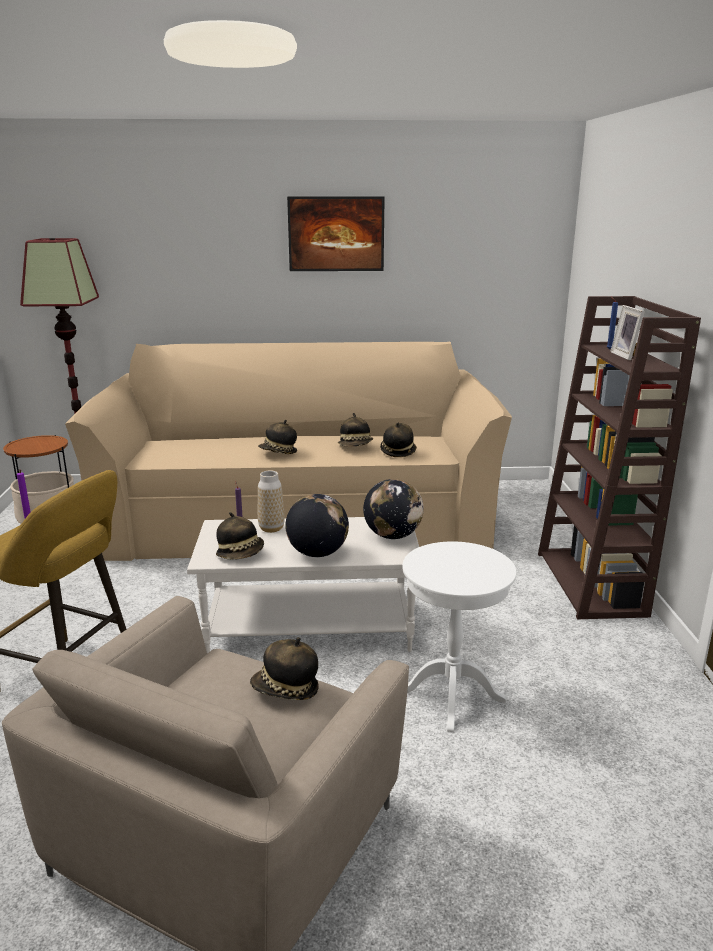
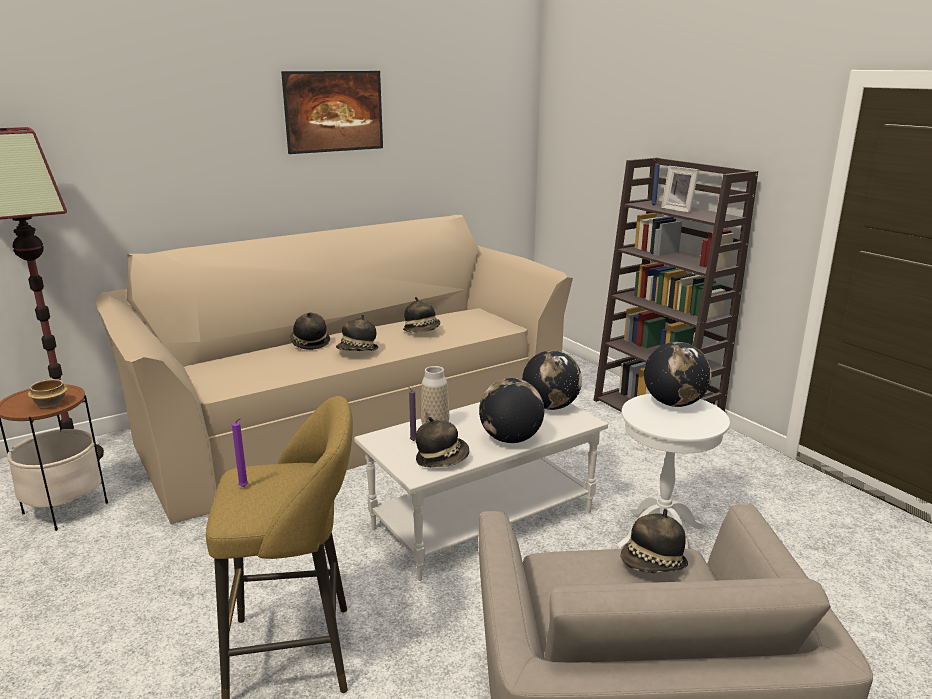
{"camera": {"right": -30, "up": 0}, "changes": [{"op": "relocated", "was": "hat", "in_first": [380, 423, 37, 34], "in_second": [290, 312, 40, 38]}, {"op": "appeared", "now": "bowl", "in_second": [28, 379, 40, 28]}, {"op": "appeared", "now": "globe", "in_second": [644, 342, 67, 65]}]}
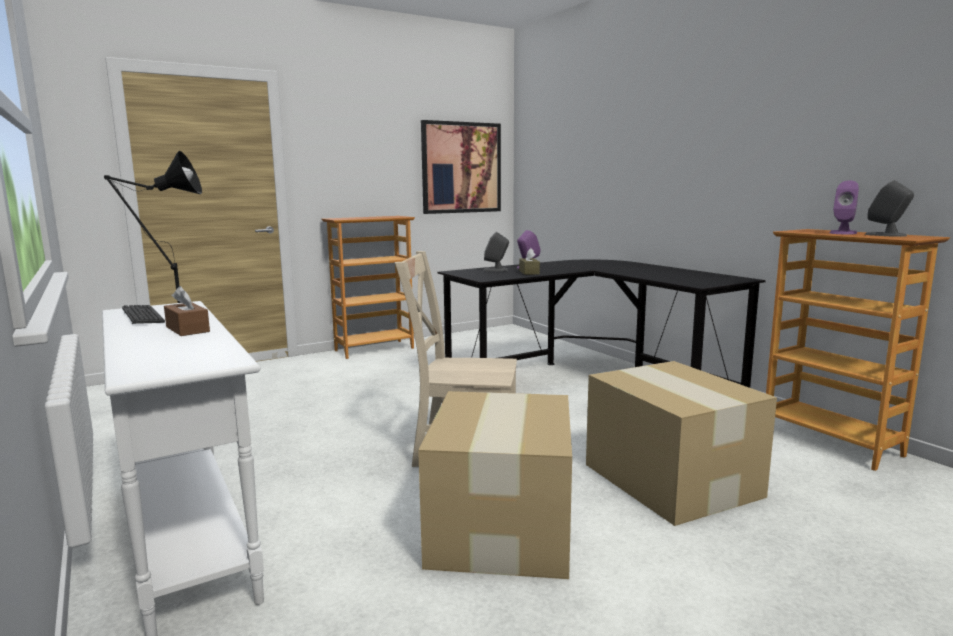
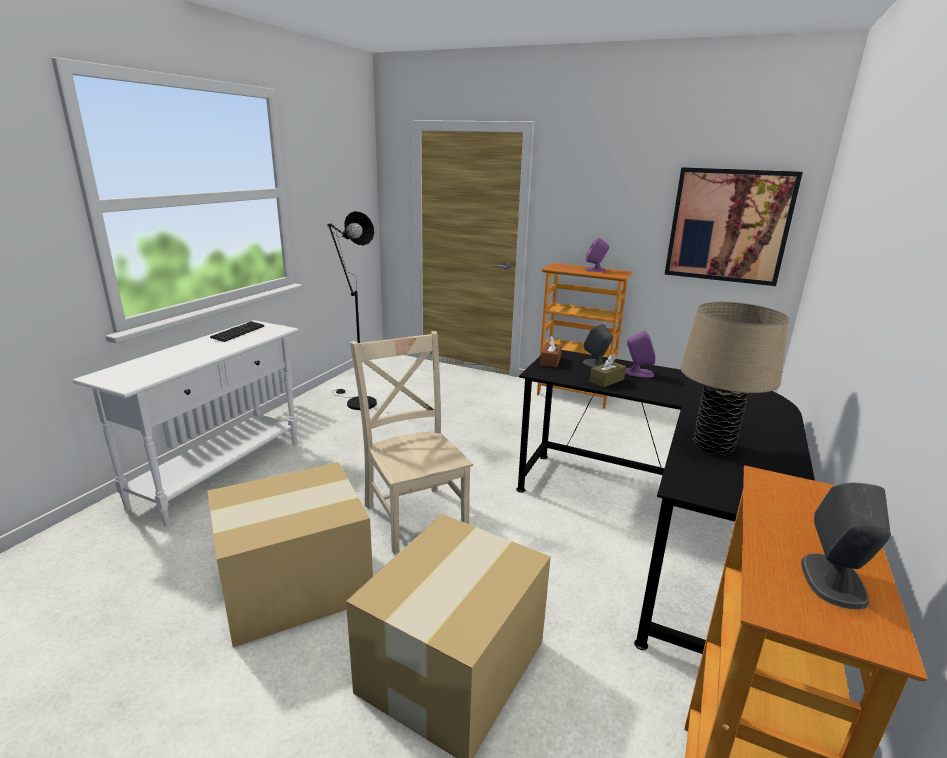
{"camera": {"right": 55, "up": 10}, "changes": [{"op": "relocated", "was": "tissue box (brown)", "in_first": [164, 286, 46, 50], "in_second": [540, 336, 22, 31]}, {"op": "relocated", "was": "speaker (purple)", "in_first": [830, 181, 29, 54], "in_second": [584, 238, 25, 34]}, {"op": "appeared", "now": "table lamp (beige)", "in_second": [680, 302, 109, 153]}]}
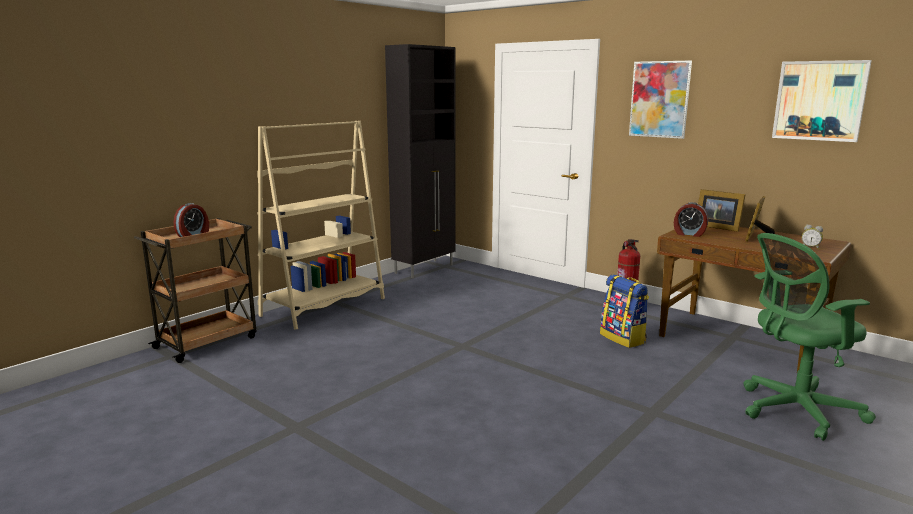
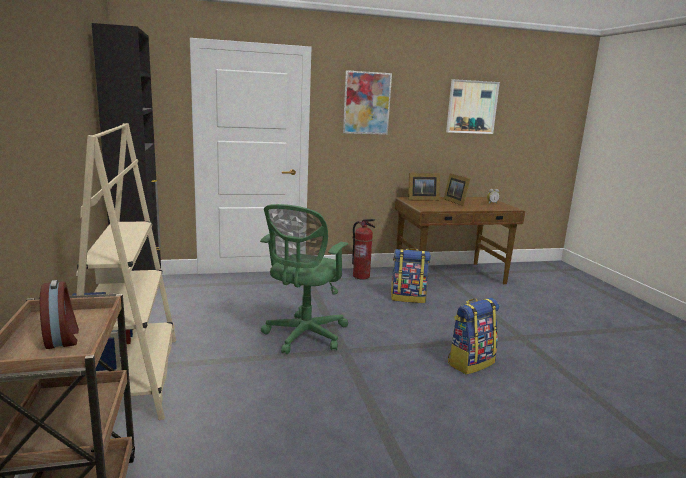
{"camera": {"right": -55, "up": 0}, "changes": [{"op": "missing", "was": "alarm clock", "in_first": [674, 202, 34, 35]}, {"op": "relocated", "was": "office chair (green)", "in_first": [743, 233, 133, 208], "in_second": [260, 204, 88, 150]}, {"op": "appeared", "now": "backpack", "in_second": [448, 298, 51, 77]}]}
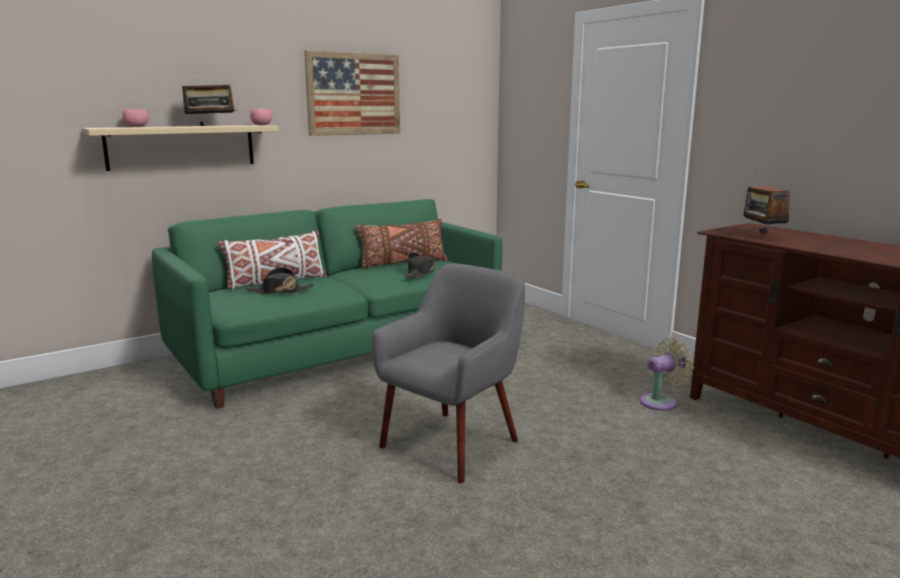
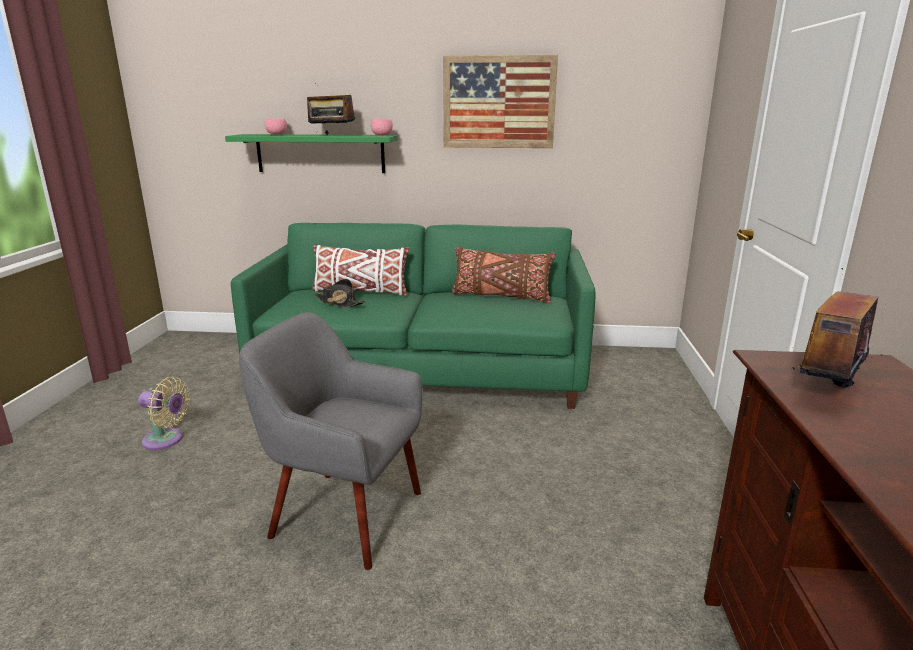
{"camera": {"right": 40, "up": 5}, "changes": [{"op": "colour", "was": "shelf (beige)", "now": "shelf (green)", "in_first": [82, 125, 197, 46], "in_second": [225, 134, 173, 39]}, {"op": "spun", "was": "armchair (grey)", "in_first": [372, 263, 153, 220], "in_second": [239, 312, 184, 258], "clockwise": -150}, {"op": "missing", "was": "hat (black)", "in_first": [405, 252, 31, 26]}, {"op": "relocated", "was": "fan (beige)", "in_first": [640, 338, 54, 73], "in_second": [138, 377, 52, 73]}]}
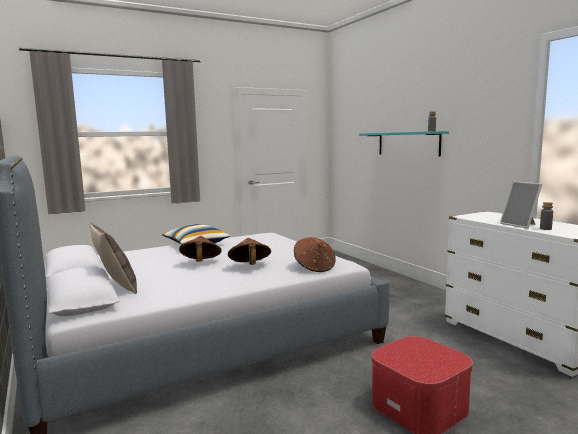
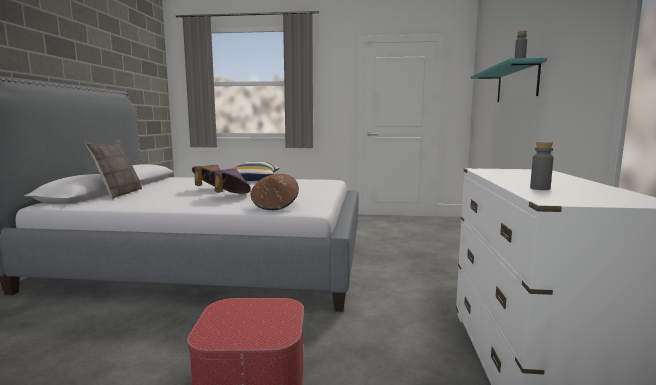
{"camera": {"right": 35, "up": 0}, "changes": [{"op": "colour", "was": "hat (brown)", "now": "hat (purple)", "in_first": [228, 238, 43, 27], "in_second": [208, 168, 43, 26]}, {"op": "missing", "was": "picture frame", "in_first": [500, 181, 43, 48]}]}
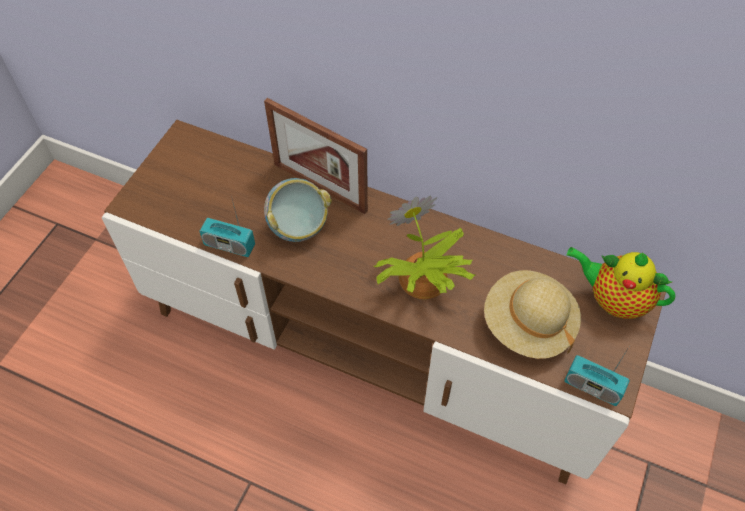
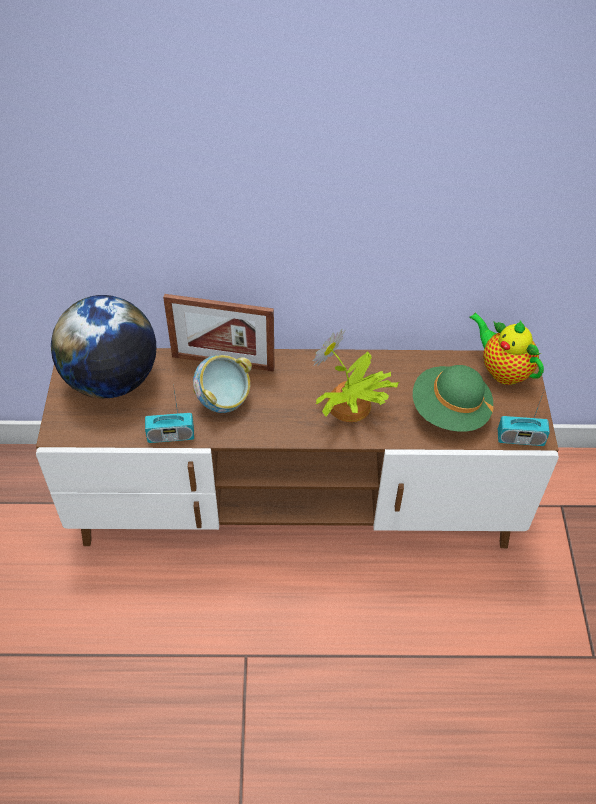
{"camera": {"right": -25, "up": -5}, "changes": [{"op": "colour", "was": "hat (beige)", "now": "hat (green)", "in_first": [484, 270, 97, 89], "in_second": [413, 365, 81, 67]}, {"op": "spun", "was": "teapot", "in_first": [566, 247, 109, 72], "in_second": [469, 312, 75, 73], "clockwise": 45}, {"op": "appeared", "now": "globe", "in_second": [51, 295, 105, 103]}]}
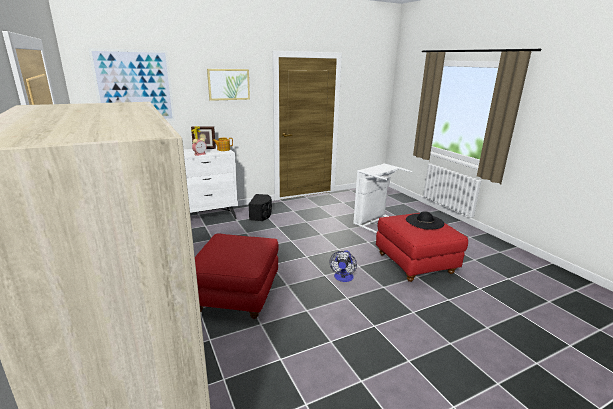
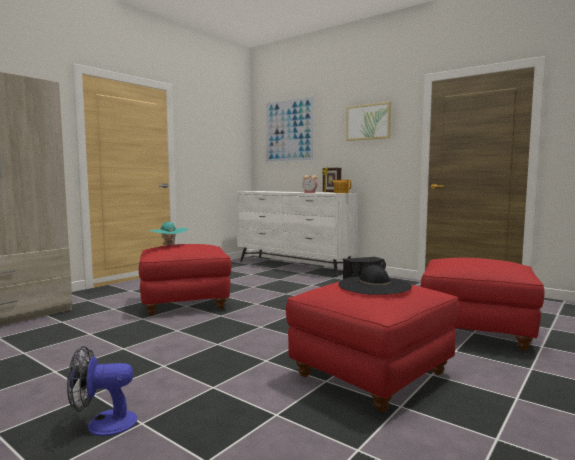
{"camera": {"right": 65, "up": -15}, "changes": [{"op": "relocated", "was": "fan", "in_first": [329, 250, 28, 32], "in_second": [67, 346, 70, 90]}, {"op": "exchanged", "was": "laundry basket (white)", "now": "ottoman (red)", "in_first": [353, 163, 59, 70], "in_second": [421, 258, 124, 93]}, {"op": "appeared", "now": "hat (turquoise)", "in_second": [148, 222, 40, 23]}]}
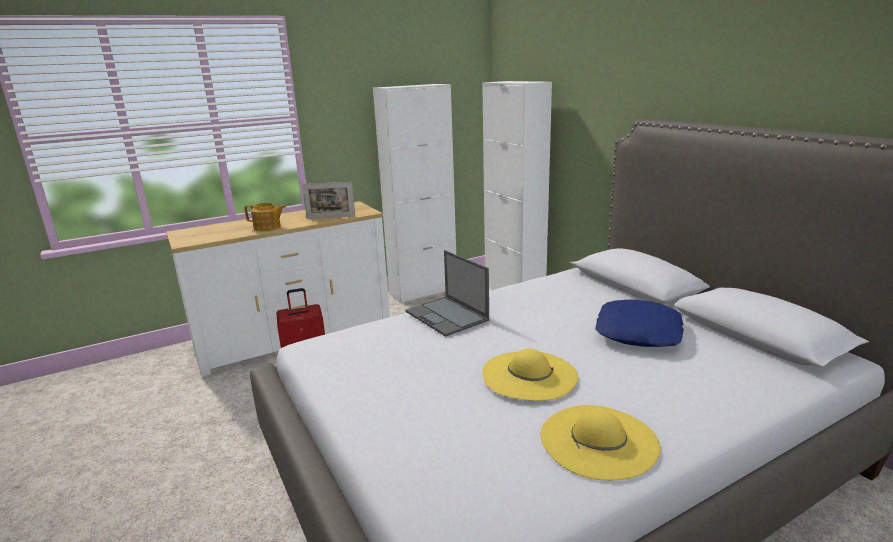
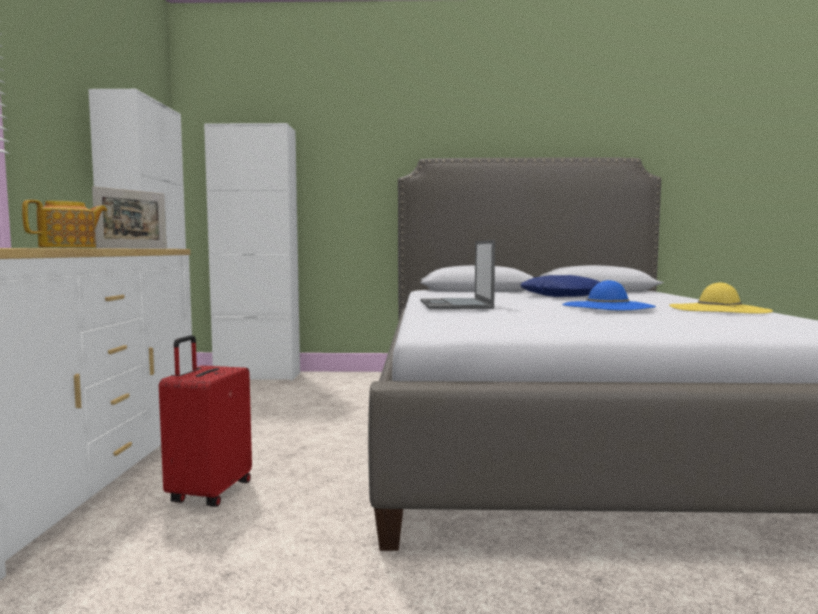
{"camera": {"right": -60, "up": -15}, "changes": [{"op": "spun", "was": "laptop", "in_first": [406, 250, 83, 87], "in_second": [420, 240, 75, 69], "clockwise": 90}, {"op": "colour", "was": "hat (yellow)", "now": "hat (blue)", "in_first": [482, 349, 96, 52], "in_second": [562, 280, 94, 30]}]}
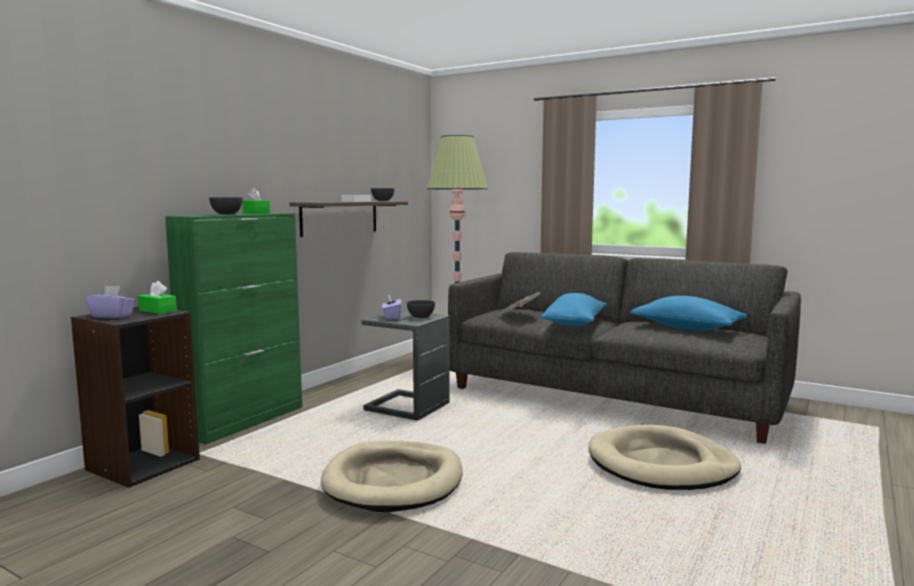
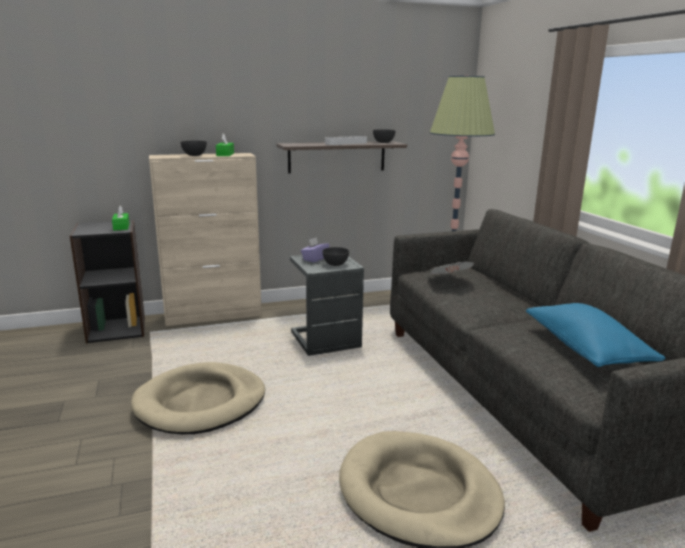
{"camera": {"right": 40, "up": 10}, "changes": [{"op": "missing", "was": "tissue box (purple)", "in_first": [85, 286, 50, 32]}, {"op": "colour", "was": "cabinet (green)", "now": "cabinet (beige)", "in_first": [165, 213, 137, 231], "in_second": [149, 153, 113, 173]}, {"op": "missing", "was": "pillow (blue)", "in_first": [541, 293, 66, 33]}]}
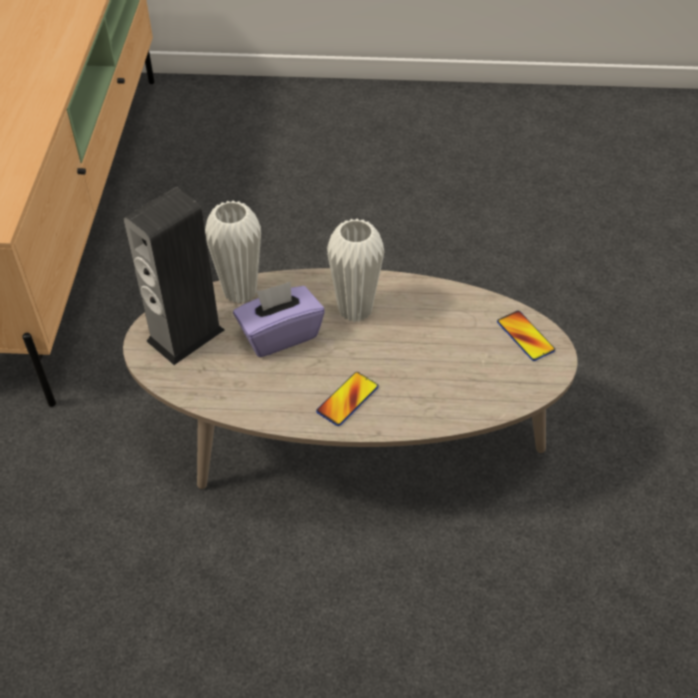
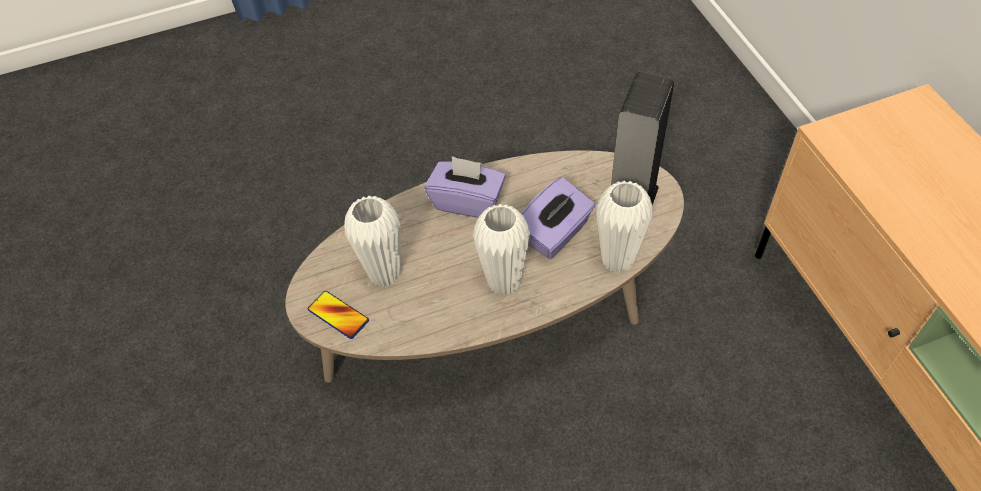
{"camera": {"right": 160, "up": 5}, "changes": [{"op": "exchanged", "was": "phone", "now": "tissue box (purple)", "in_first": [316, 372, 63, 54], "in_second": [425, 156, 81, 62]}, {"op": "appeared", "now": "vase (white)", "in_second": [344, 196, 57, 91]}]}
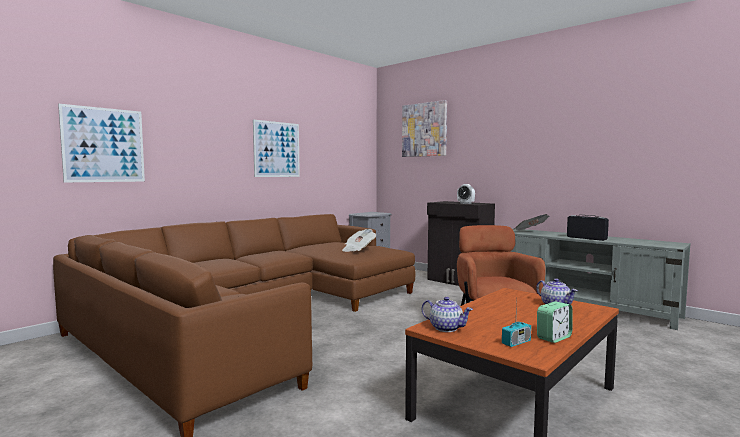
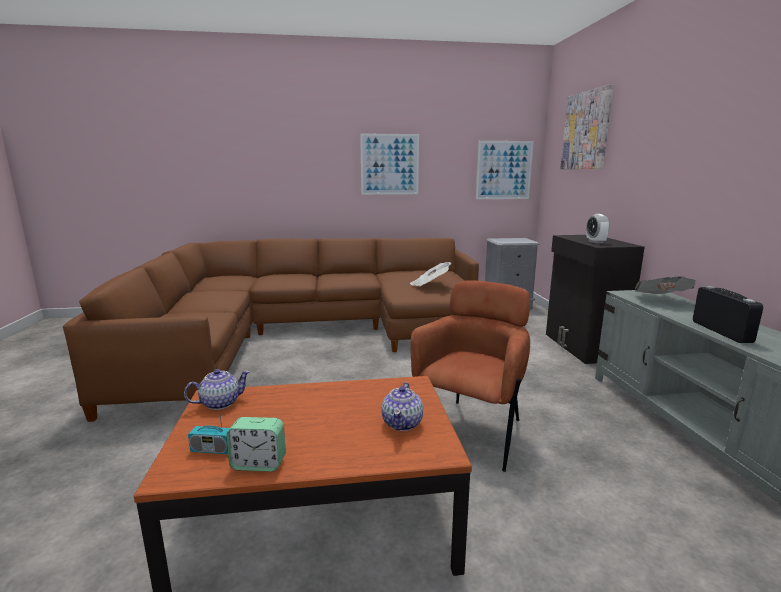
{"camera": {"right": 40, "up": 10}, "changes": [{"op": "relocated", "was": "picture", "in_first": [58, 104, 87, 78], "in_second": [476, 141, 58, 58]}, {"op": "spun", "was": "teapot", "in_first": [422, 297, 51, 35], "in_second": [184, 369, 67, 41], "clockwise": -105}]}
